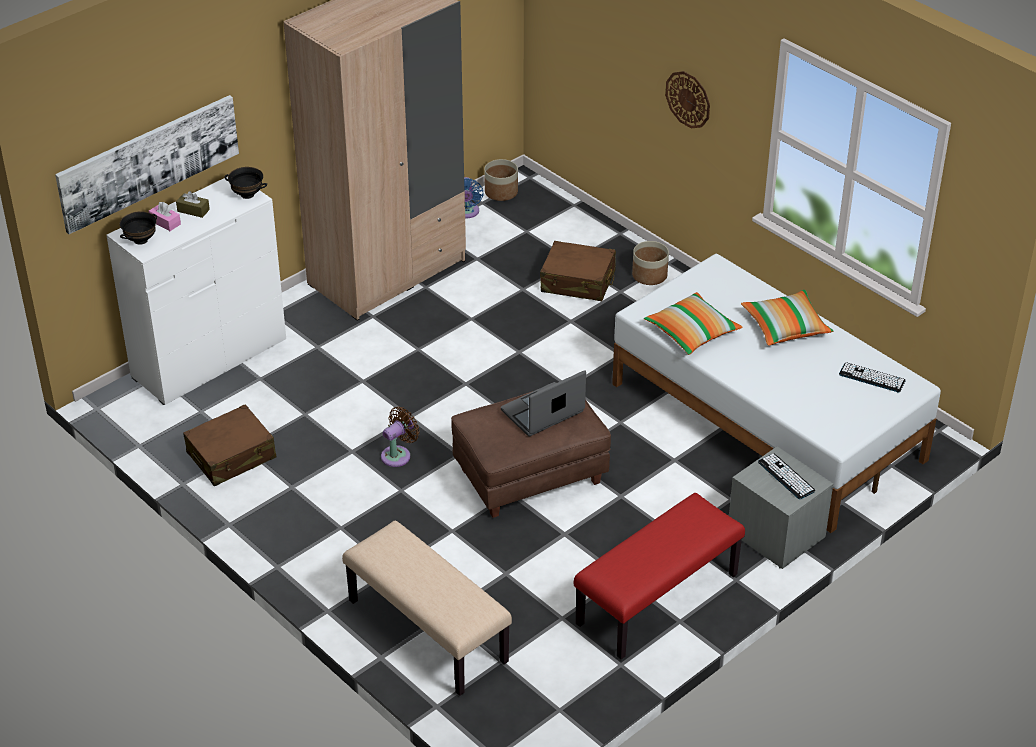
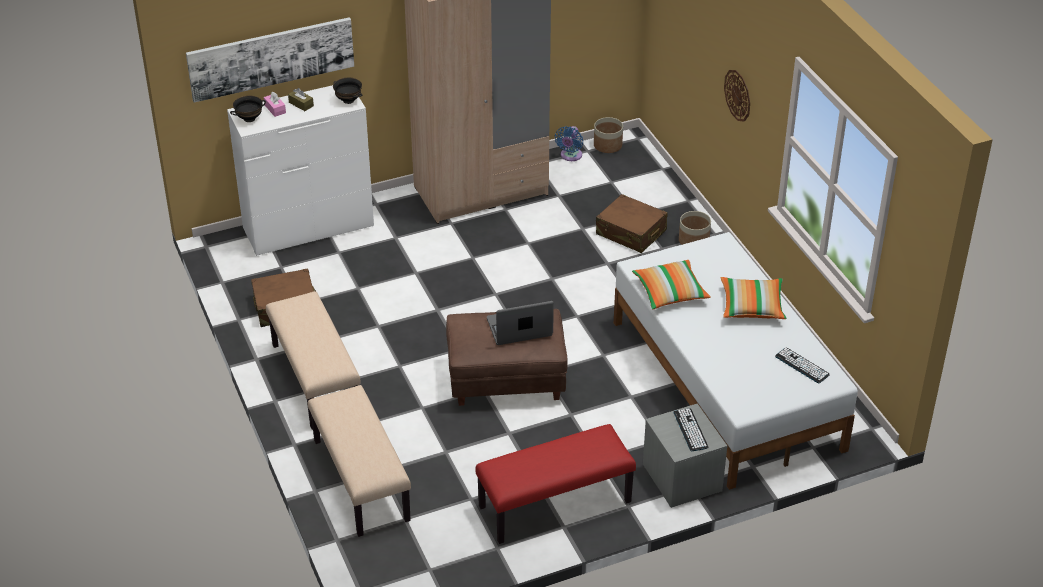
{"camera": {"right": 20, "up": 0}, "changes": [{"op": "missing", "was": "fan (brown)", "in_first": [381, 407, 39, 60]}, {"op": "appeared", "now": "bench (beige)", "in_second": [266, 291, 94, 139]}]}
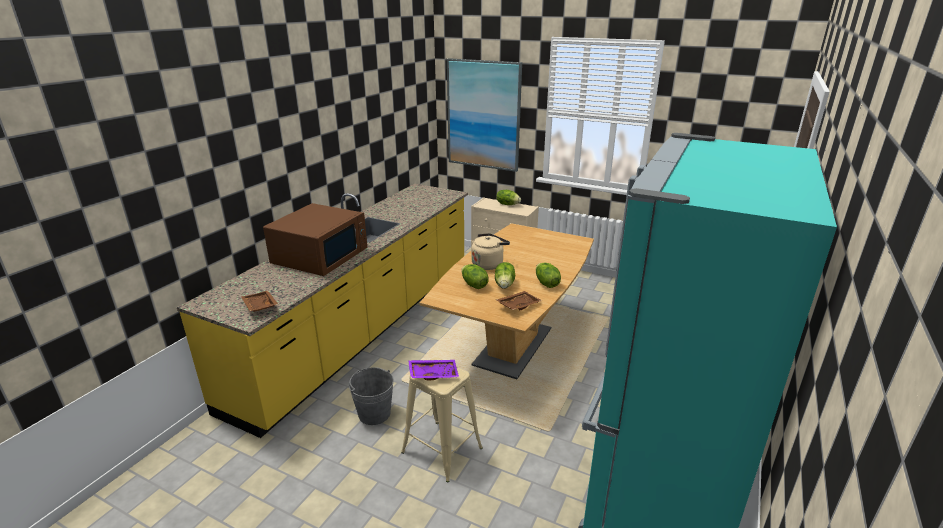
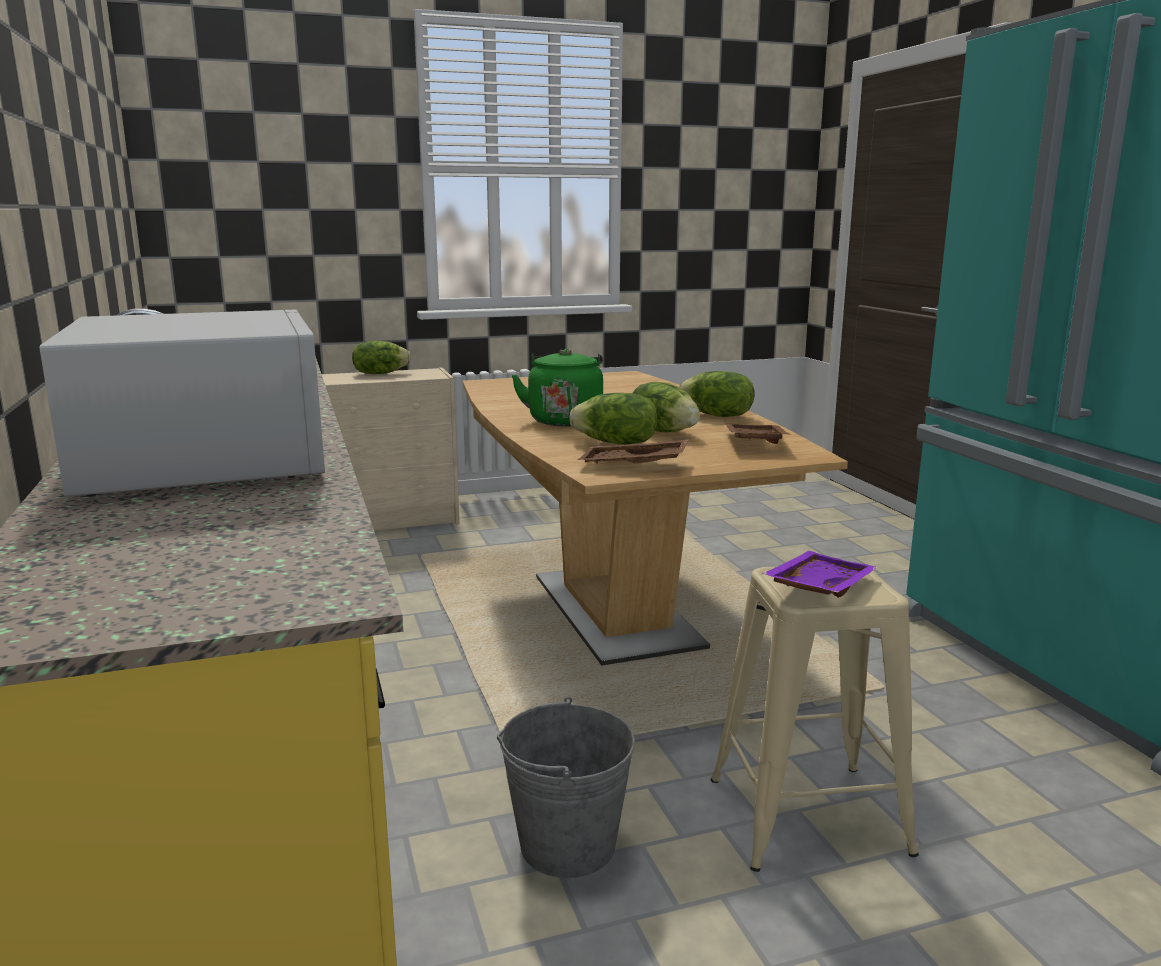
{"camera": {"right": -45, "up": -10}, "changes": [{"op": "relocated", "was": "tray (brown)", "in_first": [241, 291, 37, 21], "in_second": [577, 439, 112, 25]}, {"op": "colour", "was": "microwave (brown)", "now": "microwave (white)", "in_first": [263, 203, 104, 73], "in_second": [40, 309, 285, 188]}, {"op": "missing", "was": "picture", "in_first": [447, 58, 75, 114]}, {"op": "colour", "was": "kettle (beige)", "now": "kettle (green)", "in_first": [471, 233, 39, 37], "in_second": [511, 349, 92, 77]}]}
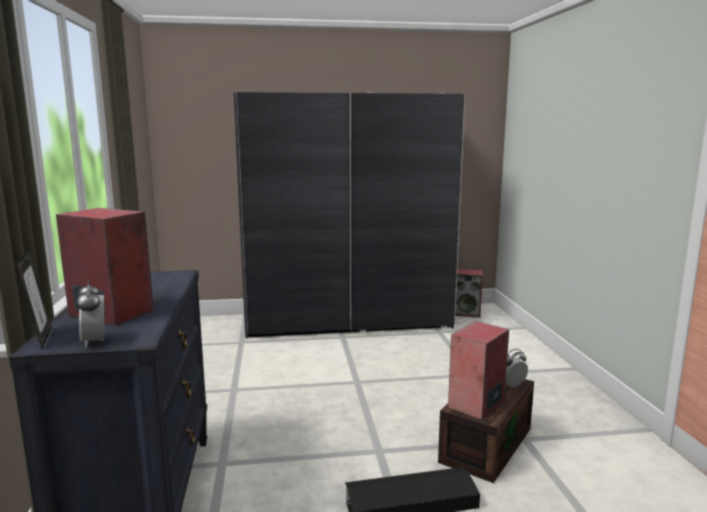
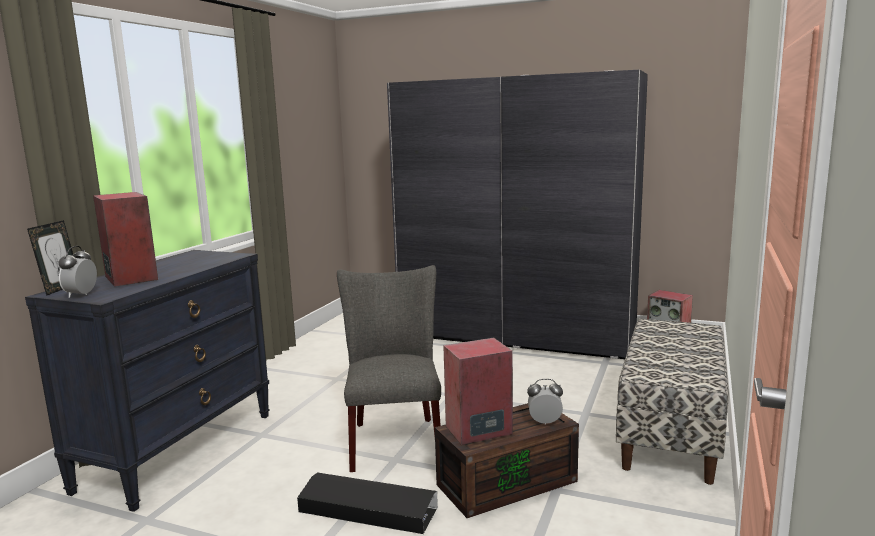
{"camera": {"right": 30, "up": 0}, "changes": [{"op": "appeared", "now": "chair (grey)", "in_second": [337, 265, 104, 207]}, {"op": "appeared", "now": "bench", "in_second": [616, 319, 113, 166]}]}
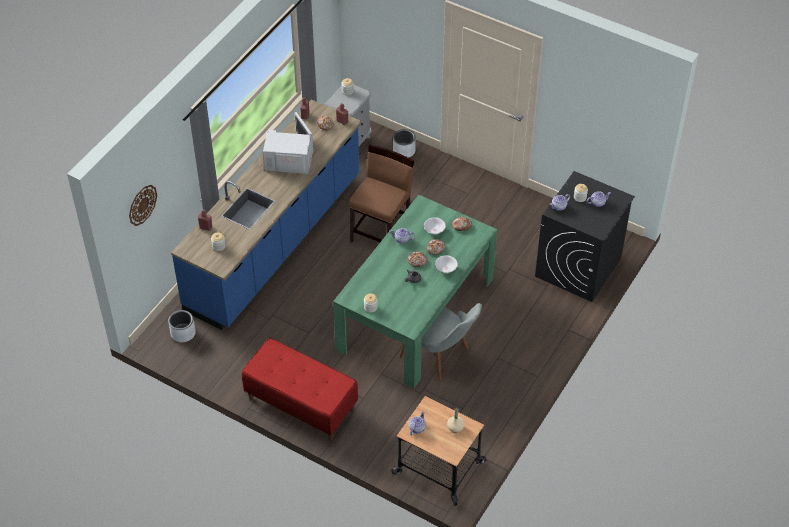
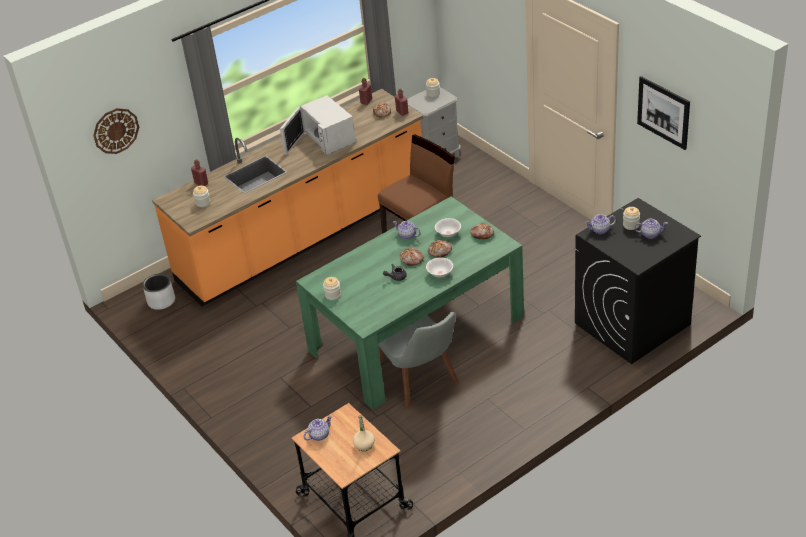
{"camera": {"right": 25, "up": -10}, "changes": [{"op": "colour", "was": "counter (blue)", "now": "counter (orange)", "in_first": [171, 99, 191, 231], "in_second": [152, 89, 271, 217]}, {"op": "missing", "was": "bench (red)", "in_first": [242, 338, 116, 103]}, {"op": "spun", "was": "microwave (white)", "in_first": [263, 112, 50, 62], "in_second": [280, 95, 76, 60], "clockwise": -150}, {"op": "missing", "was": "planter (grey)", "in_first": [393, 129, 23, 29]}, {"op": "appeared", "now": "picture", "in_second": [637, 76, 53, 74]}]}
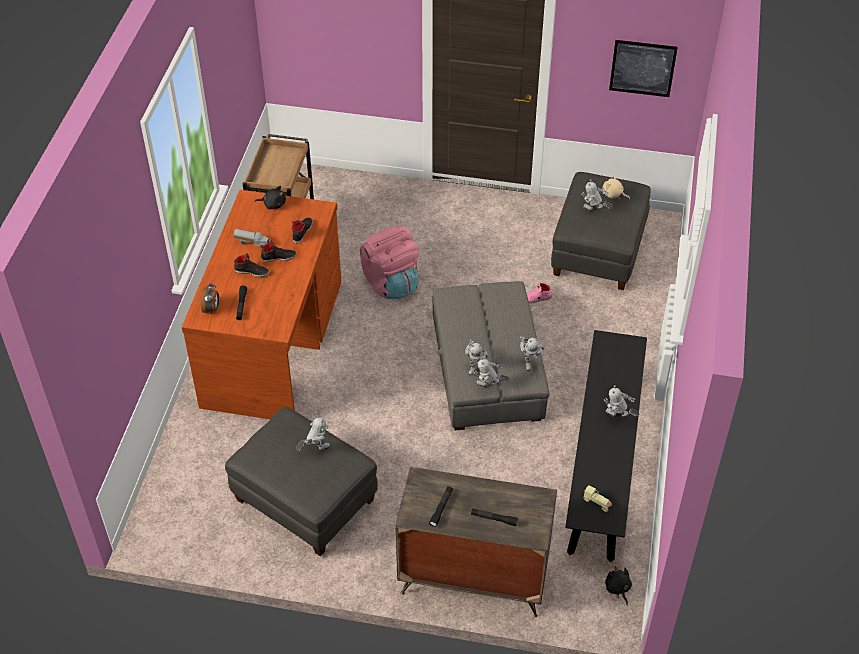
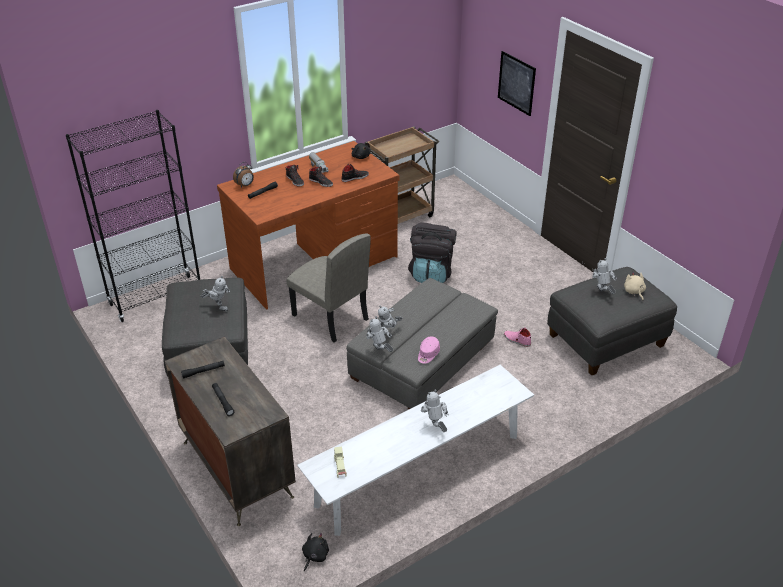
{"camera": {"right": 45, "up": -10}, "changes": [{"op": "colour", "was": "backpack (pink)", "now": "backpack (black)", "in_first": [360, 226, 58, 73], "in_second": [408, 223, 49, 60]}, {"op": "exchanged", "was": "toy robot", "now": "cap (pink)", "in_first": [520, 336, 24, 35], "in_second": [418, 337, 22, 27]}, {"op": "colour", "was": "bench (black)", "now": "bench (white)", "in_first": [565, 330, 82, 232], "in_second": [297, 365, 237, 171]}, {"op": "relocated", "was": "picture", "in_first": [609, 40, 69, 57], "in_second": [498, 51, 38, 65]}, {"op": "appeared", "now": "bookcase (black)", "in_second": [66, 110, 135, 212]}, {"op": "appeared", "now": "chair (beige)", "in_second": [286, 233, 85, 110]}]}
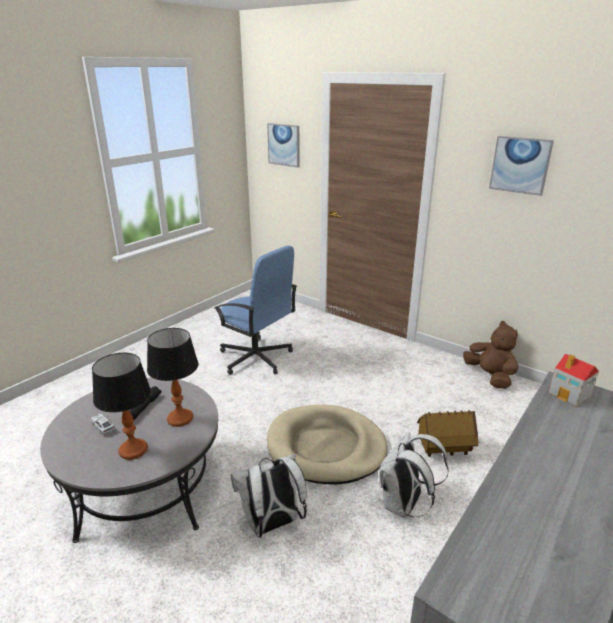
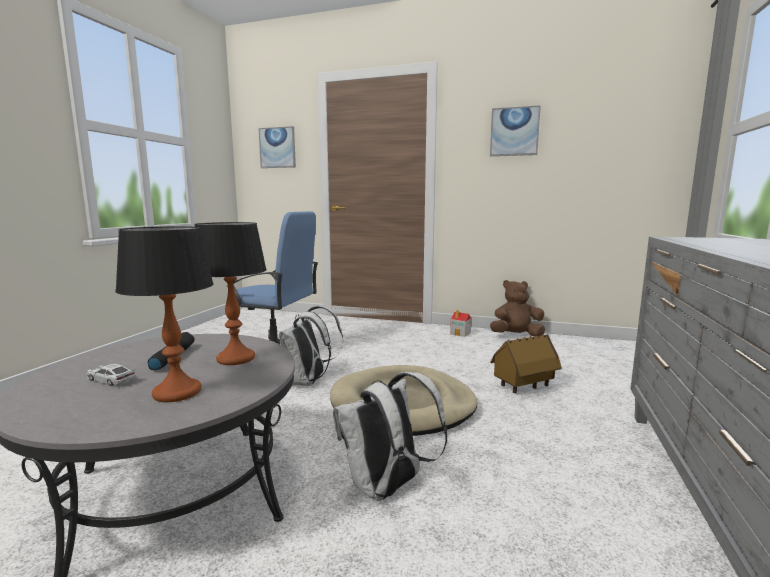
{"camera": {"right": -20, "up": -15}, "changes": [{"op": "relocated", "was": "backpack (white)", "in_first": [379, 432, 70, 86], "in_second": [279, 306, 64, 80]}, {"op": "spun", "was": "plush toy (brown)", "in_first": [463, 321, 55, 68], "in_second": [490, 280, 55, 57], "clockwise": -45}, {"op": "relocated", "was": "toy house", "in_first": [549, 354, 50, 52], "in_second": [450, 310, 21, 27]}]}
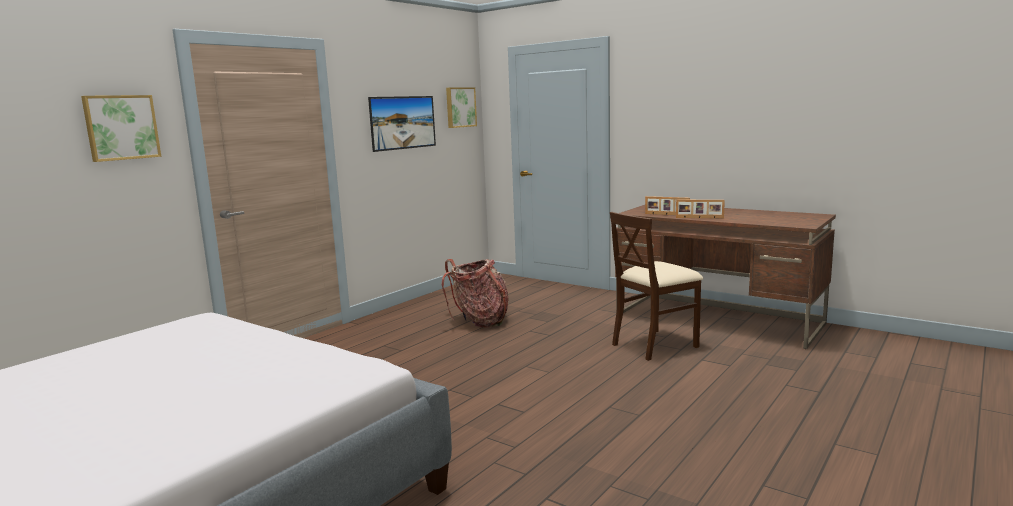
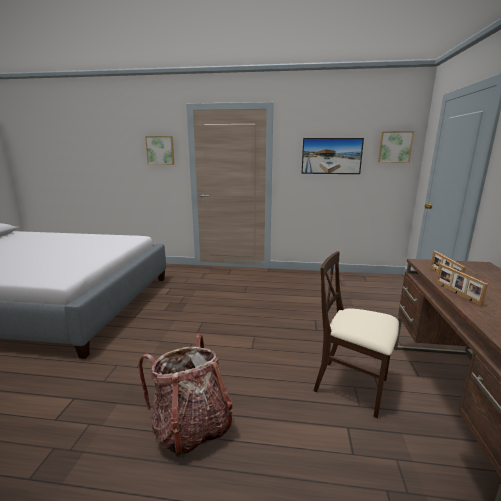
{"camera": {"right": 60, "up": 5}, "changes": [{"op": "relocated", "was": "backpack", "in_first": [442, 259, 67, 69], "in_second": [139, 334, 94, 124]}]}
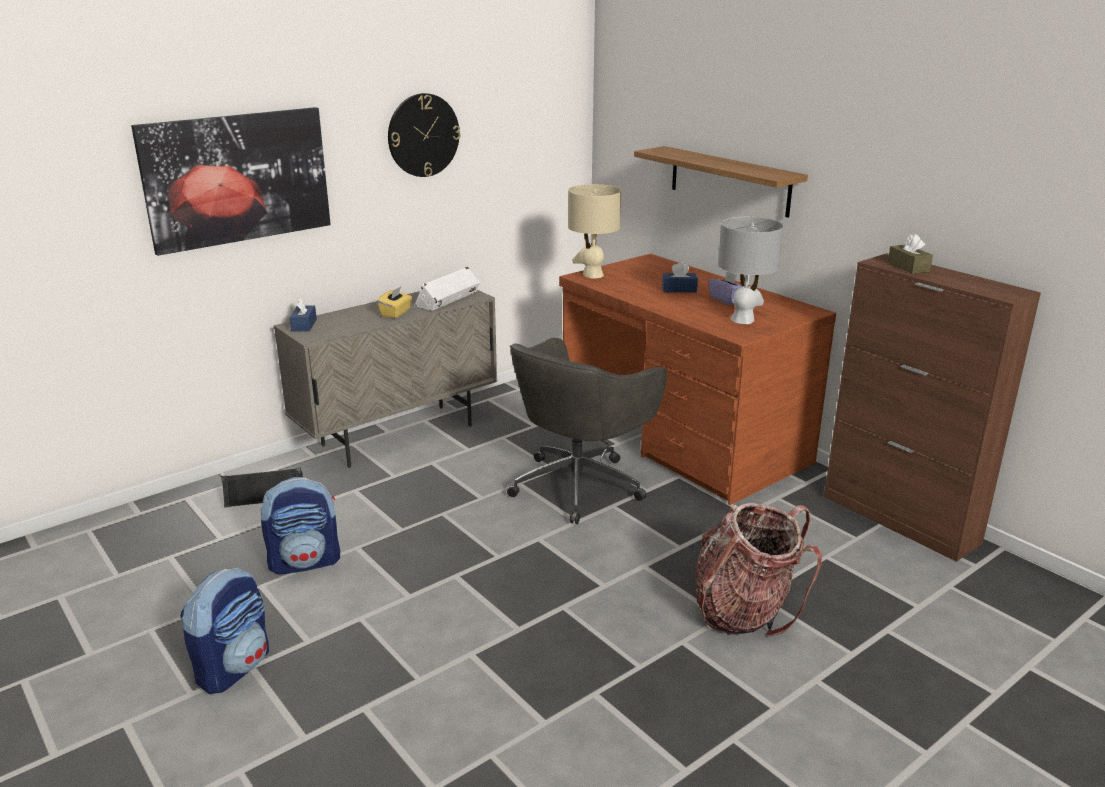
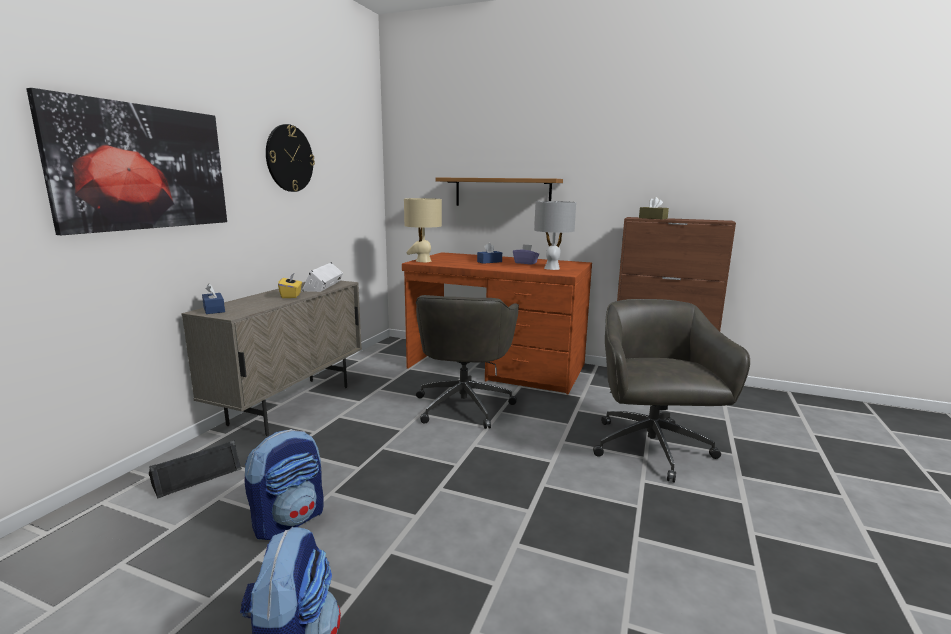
{"camera": {"right": -30, "up": -10}, "changes": [{"op": "exchanged", "was": "backpack", "now": "office chair (grey)", "in_first": [695, 503, 127, 134], "in_second": [593, 299, 157, 184]}]}
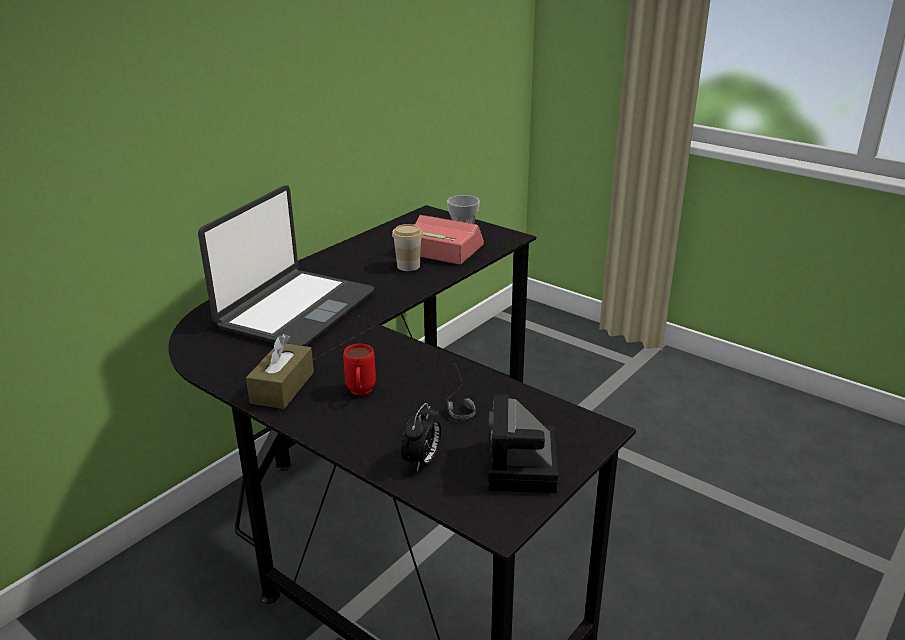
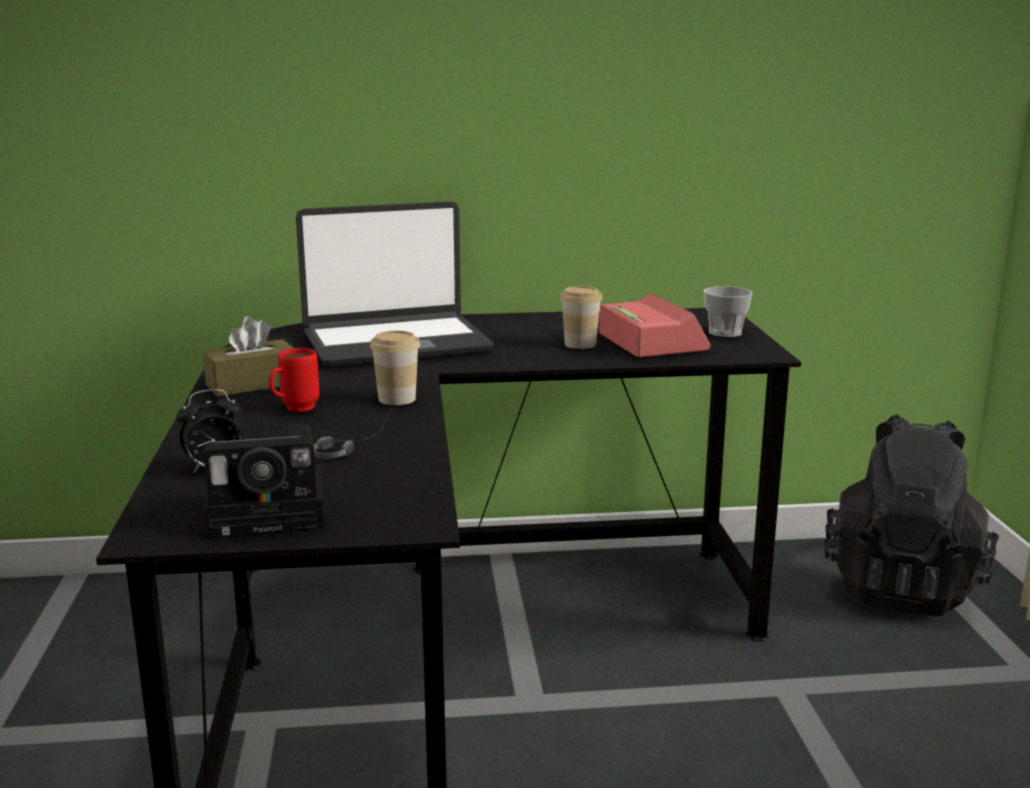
{"camera": {"right": 45, "up": -10}, "changes": [{"op": "spun", "was": "photo camera", "in_first": [488, 394, 70, 99], "in_second": [203, 424, 121, 115], "clockwise": -150}, {"op": "appeared", "now": "cup", "in_second": [370, 331, 50, 74]}, {"op": "appeared", "now": "backpack (black)", "in_second": [824, 414, 175, 202]}]}
